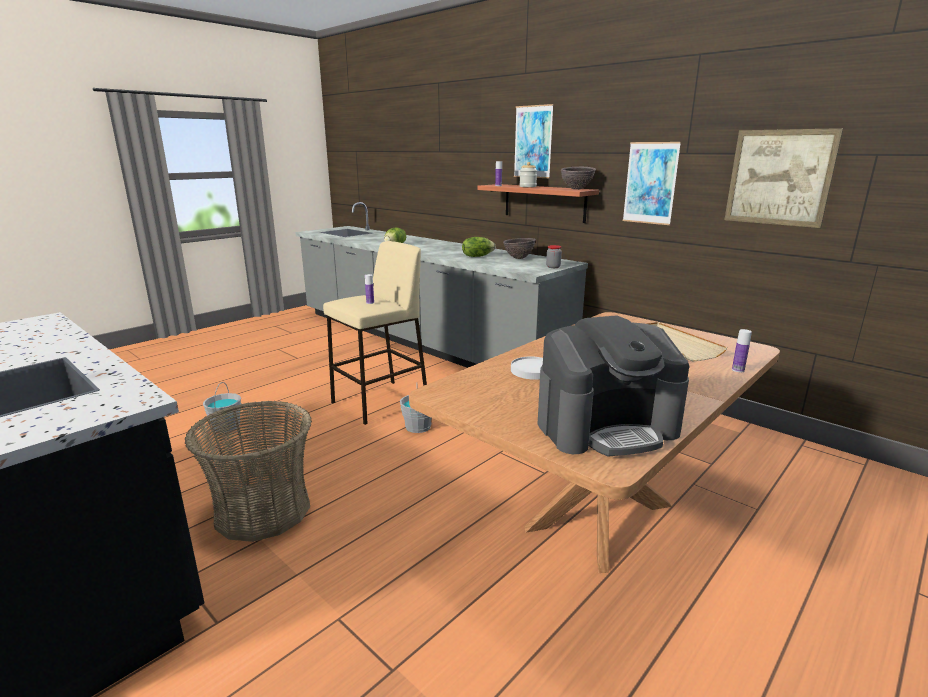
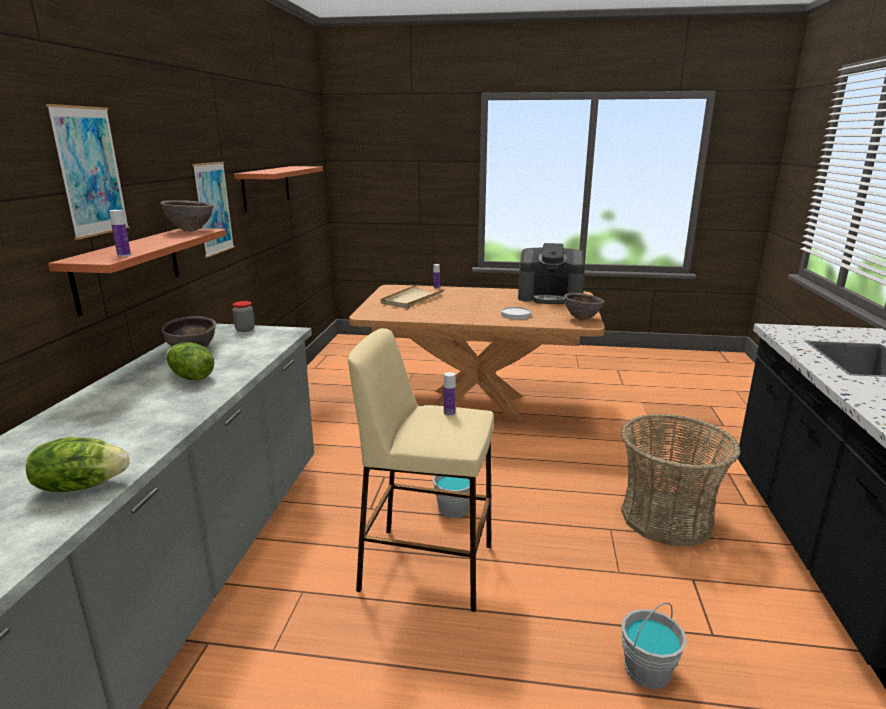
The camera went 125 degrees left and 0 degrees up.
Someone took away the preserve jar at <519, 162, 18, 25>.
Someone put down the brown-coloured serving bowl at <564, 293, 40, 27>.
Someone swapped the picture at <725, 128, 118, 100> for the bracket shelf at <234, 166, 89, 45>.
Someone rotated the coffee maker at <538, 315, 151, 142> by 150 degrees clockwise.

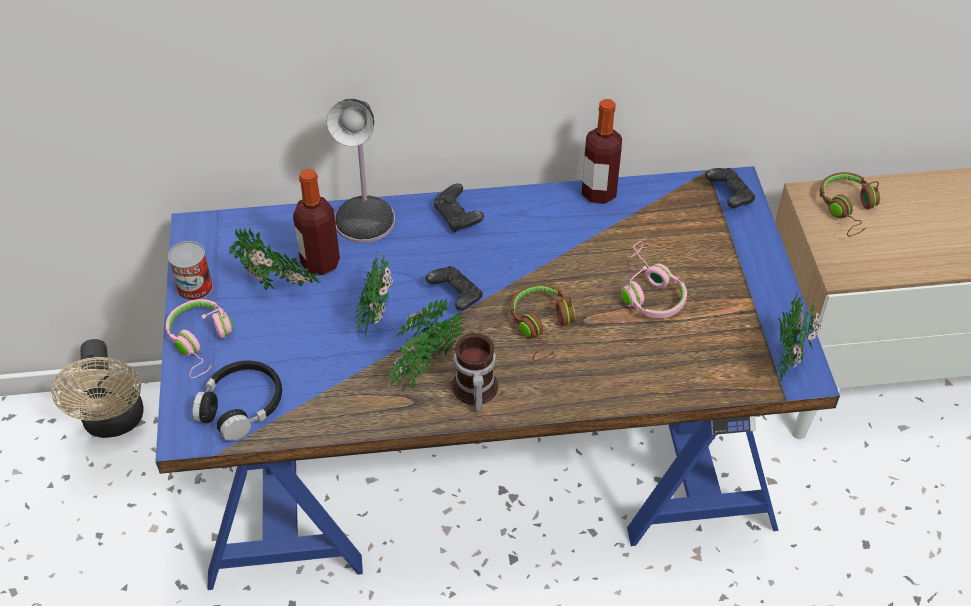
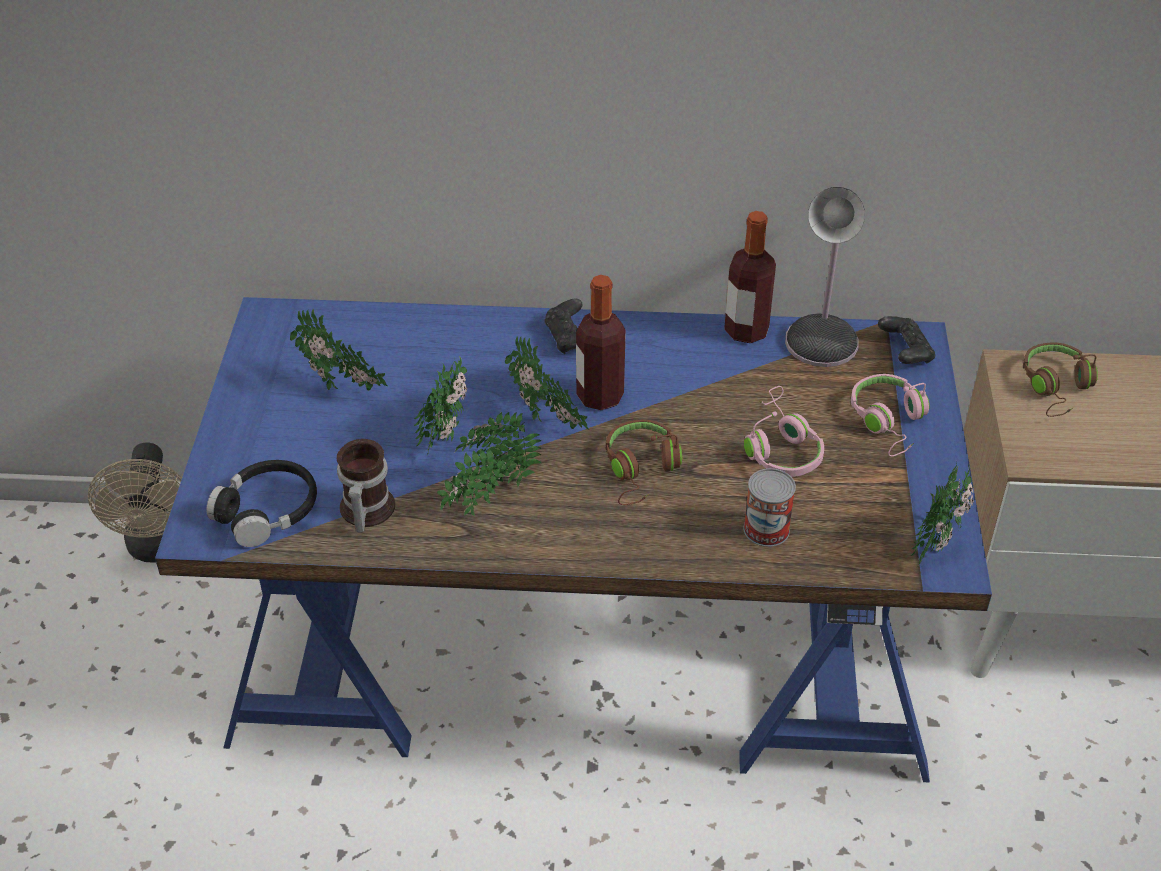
The camera went 10 degrees right and 5 degrees down.
Someone carried the pink-coloured headset from <166, 299, 67, 79> to <851, 374, 79, 83>.
Someone carried the can from <168, 241, 45, 60> to <743, 468, 53, 79>.
Someone carried the drink bottle from <293, 169, 47, 106> to <576, 275, 50, 135>.
Someone carried the table lamp from <327, 99, 68, 144> to <785, 187, 80, 180>.
Someone carried the coffee mug from <452, 333, 46, 78> to <337, 439, 58, 94>.
Someone swapped the black-coloured game controller at <426, 266, 57, 45> for the houseplant at <505, 336, 84, 94>.

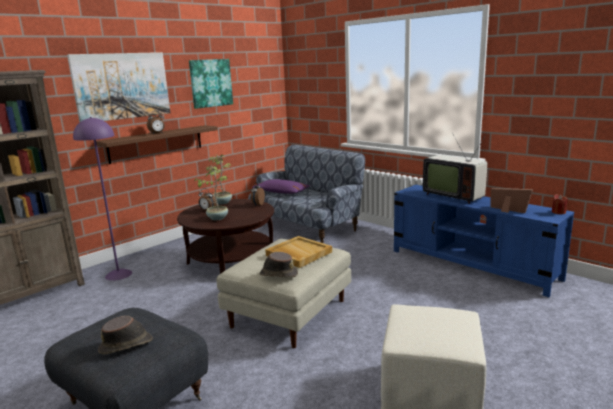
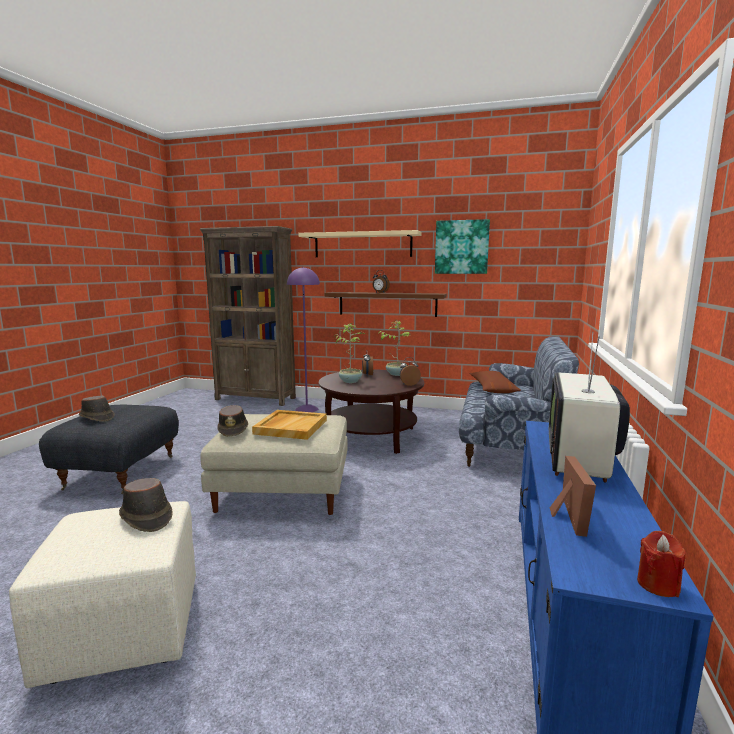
The camera went 60 degrees right and 5 degrees down.
Someone put down the brown-coloured wearable hat at <119, 478, 54, 54>.
Someone swapped the picture at <67, 52, 103, 70> for the beige bracket shelf at <298, 230, 124, 27>.
Someone repainted the purplish pillow at <252, 179, 58, 15>, which became the brown-coloured pillow at <470, 371, 51, 22>.

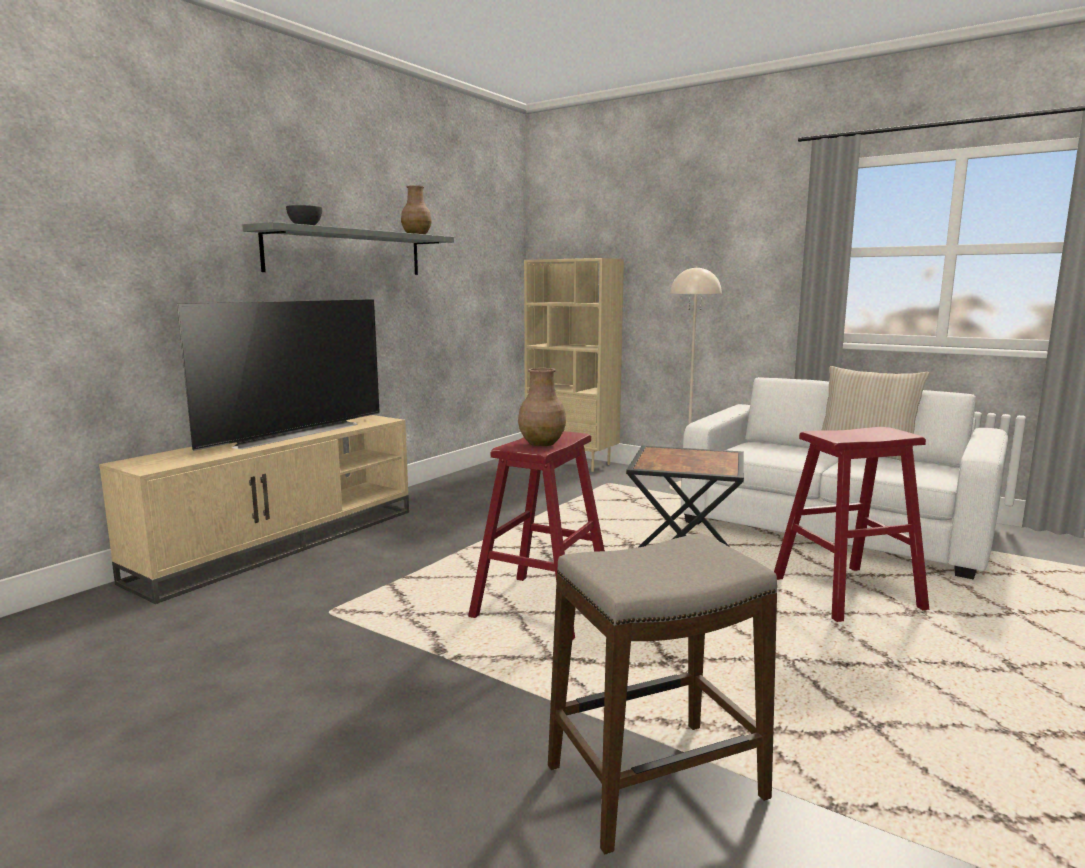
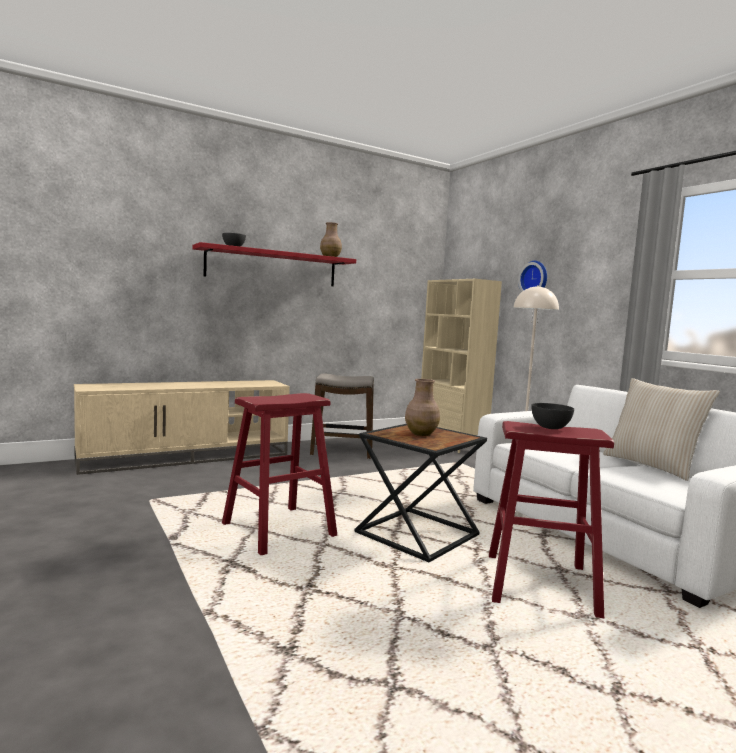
The camera went 25 degrees right and 5 degrees down.
Someone took away the TV set at <177, 299, 203, 152>.
Someone put up the wall clock at <518, 261, 29, 31>.
Someone put down the greyish serving bowl at <532, 403, 42, 26>.
Someone carried the brown-coloured flower vase from <518, 368, 48, 78> to <405, 379, 35, 57>.
Someone carried the stool from <548, 533, 229, 321> to <310, 373, 64, 86>.
Someone repainted the greyish bracket shelf at <242, 222, 212, 53>, which became the red bracket shelf at <192, 242, 164, 44>.

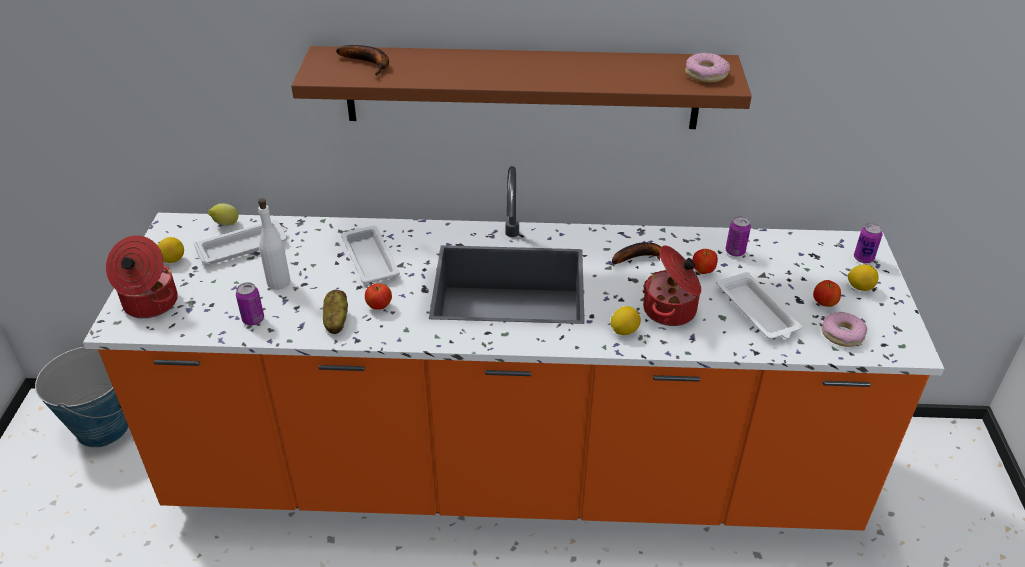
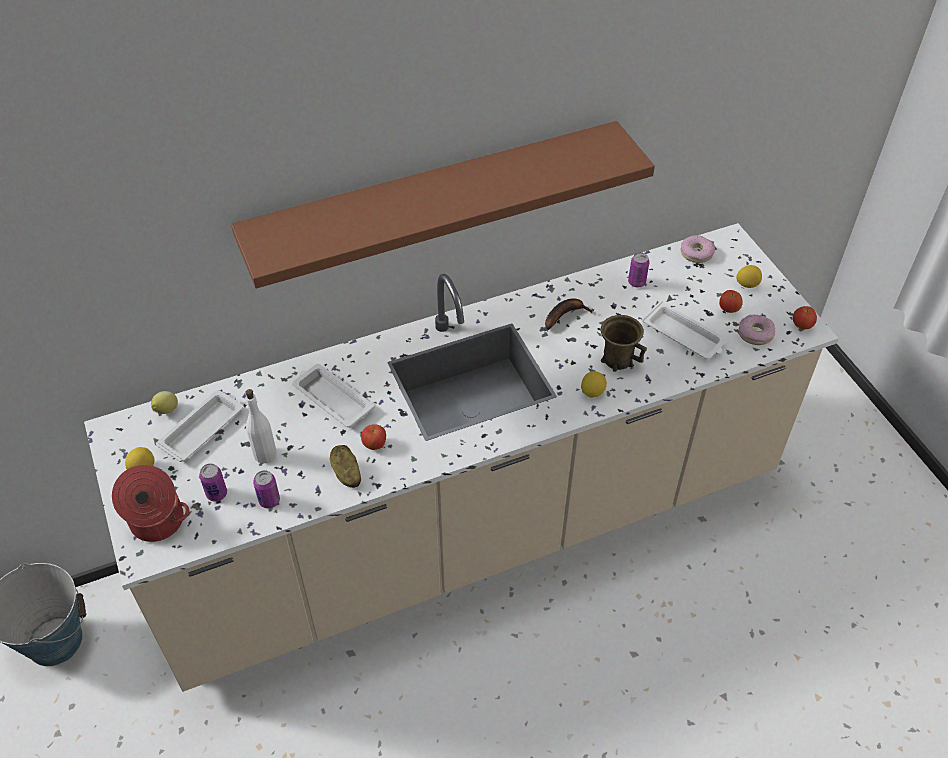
The camera went 25 degrees left and 10 degrees up.
Someone took away the banana at <336, 45, 53, 31>.
Someone carried the ring doughnut from <685, 53, 45, 30> to <681, 235, 34, 28>.
Someone carried the whole apple from <692, 249, 26, 25> to <793, 306, 24, 24>.
Someone carried the can from <854, 223, 29, 40> to <199, 464, 28, 37>.
Someone swapped the stockpot at <642, 245, 59, 81> for the brown-coloured coffee mug at <601, 315, 46, 57>.
Someone repainted the orangey kitchen counter at <83, 166, 861, 365>, which became the beige kitchen counter at <84, 223, 755, 469>.

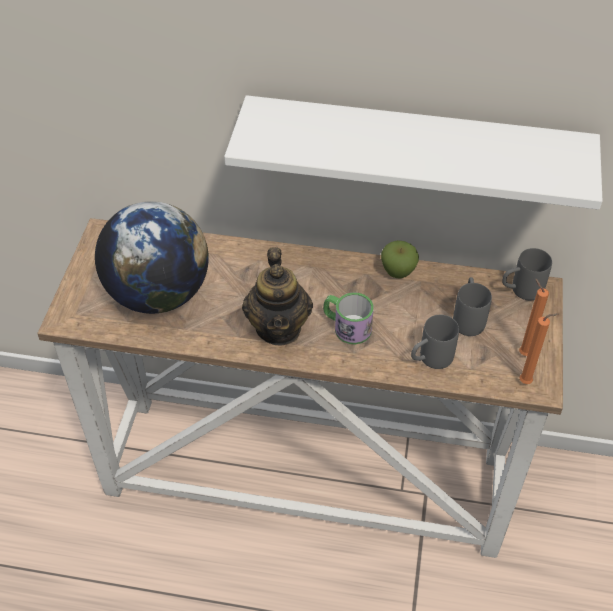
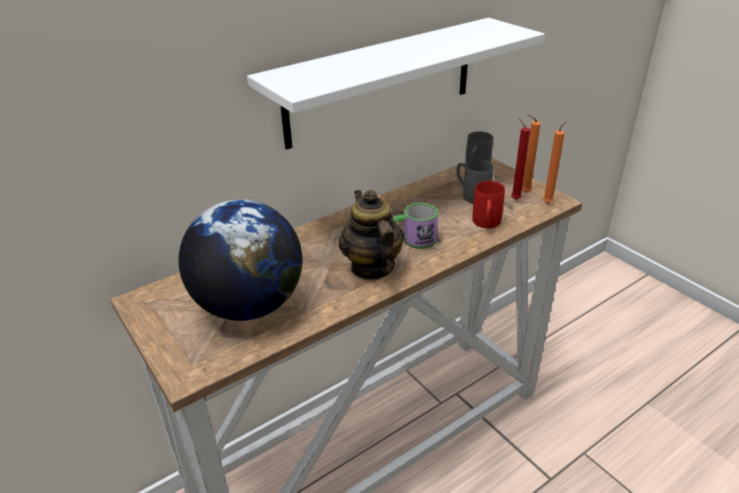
The camera went 45 degrees left and 15 degrees down.
Someone took away the whole apple at <381, 240, 38, 39>.
Someone put down the red candle at <511, 118, 19, 82>.
Someone repainted the greyish coffee mug at <411, 315, 48, 54>, which became the red coffee mug at <472, 181, 33, 47>.
Someone rotated the teapot at <242, 247, 71, 99> by 150 degrees counterclockwise.

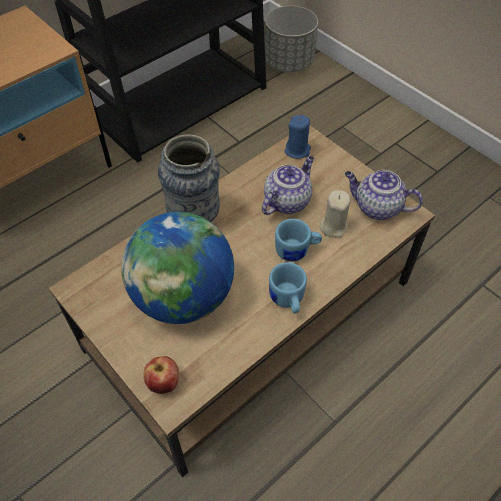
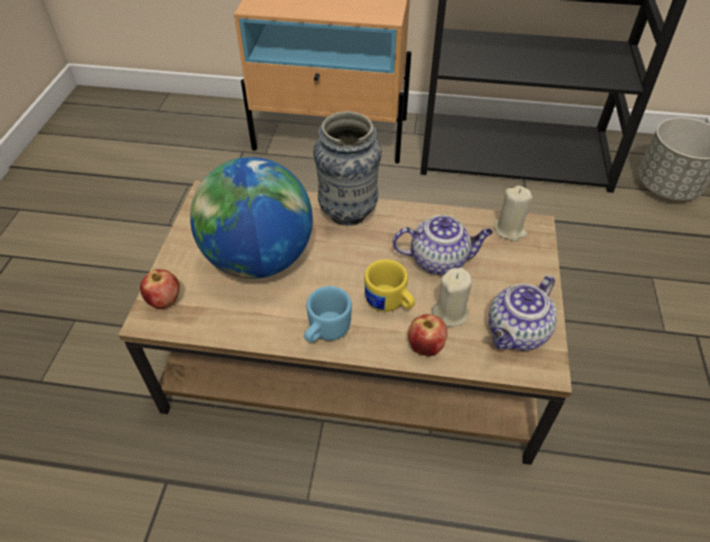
The camera went 50 degrees right and 5 degrees down.
Someone put down the whole apple at <408, 314, 40, 42>.
Someone repainted the blue coffee mug at <275, 219, 47, 43>, which became the yellow coffee mug at <364, 259, 51, 53>.
Someone repainted the blue candle at <284, 115, 27, 44>, which became the beige candle at <494, 186, 38, 55>.
Someone rotated the teapot at <345, 170, 78, 50> by 120 degrees counterclockwise.

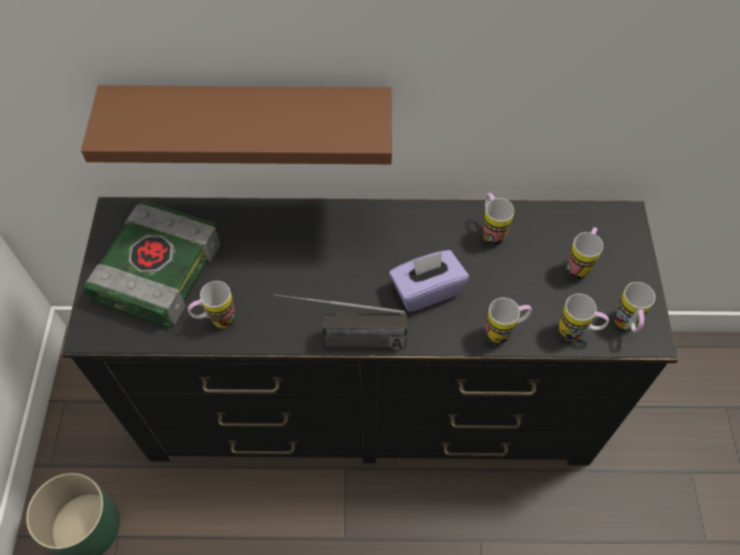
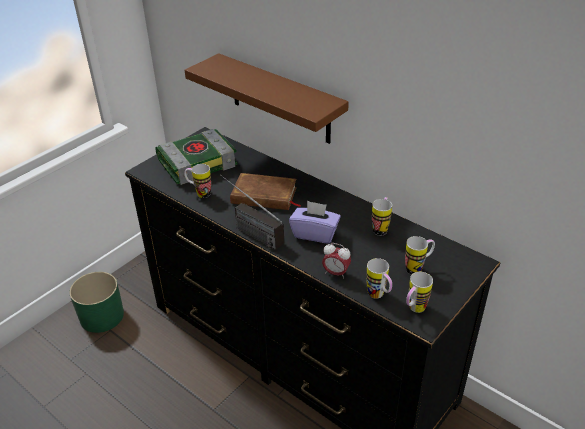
The camera went 40 degrees right and 20 degrees down.
Someone put down the brown-coloured book at <230, 173, 71, 37>.
Someone swapped the coffee mug at <486, 298, 46, 47> for the bedside clock at <322, 243, 29, 36>.

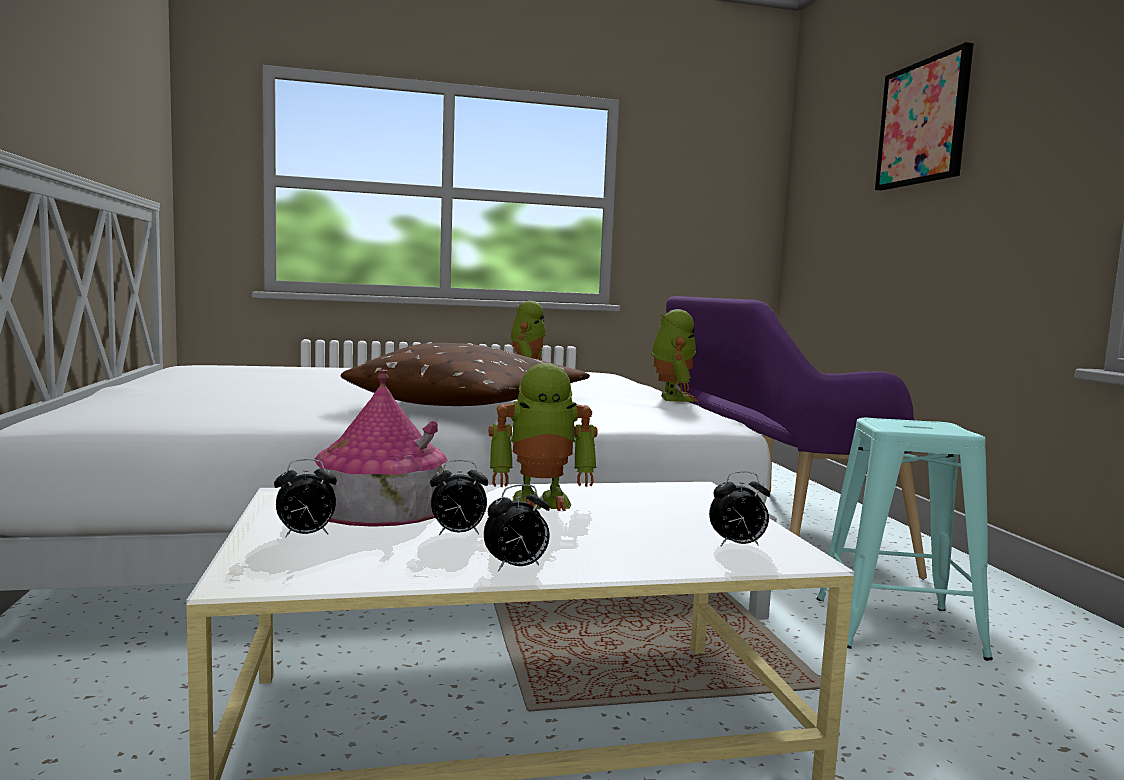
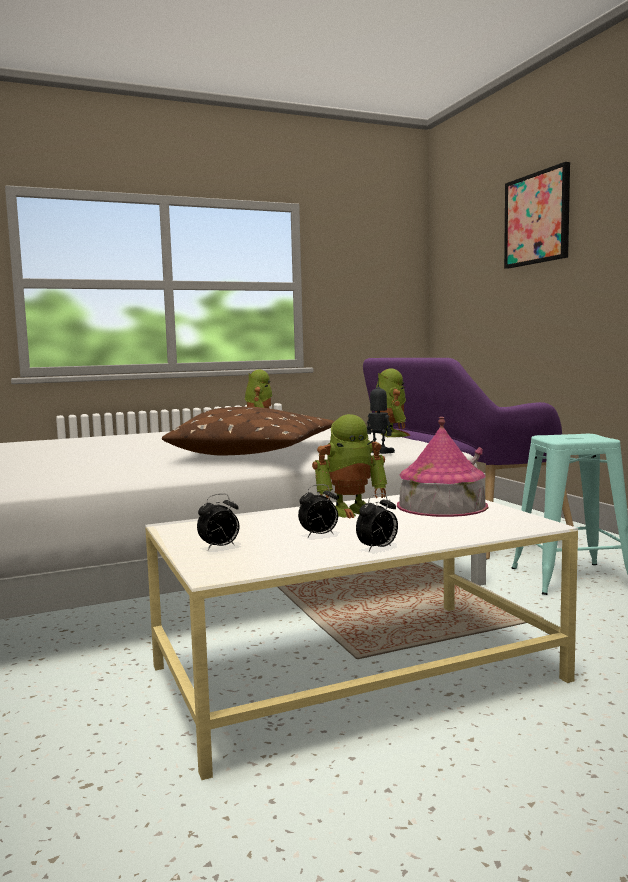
The camera went 10 degrees left and 0 degrees up.
Someone took away the bedside clock at <709, 471, 61, 75>.
Someone put down the model robot at <367, 378, 28, 76>.
Someone carried the miniature house from <315, 370, 133, 157> to <397, 417, 91, 100>.

